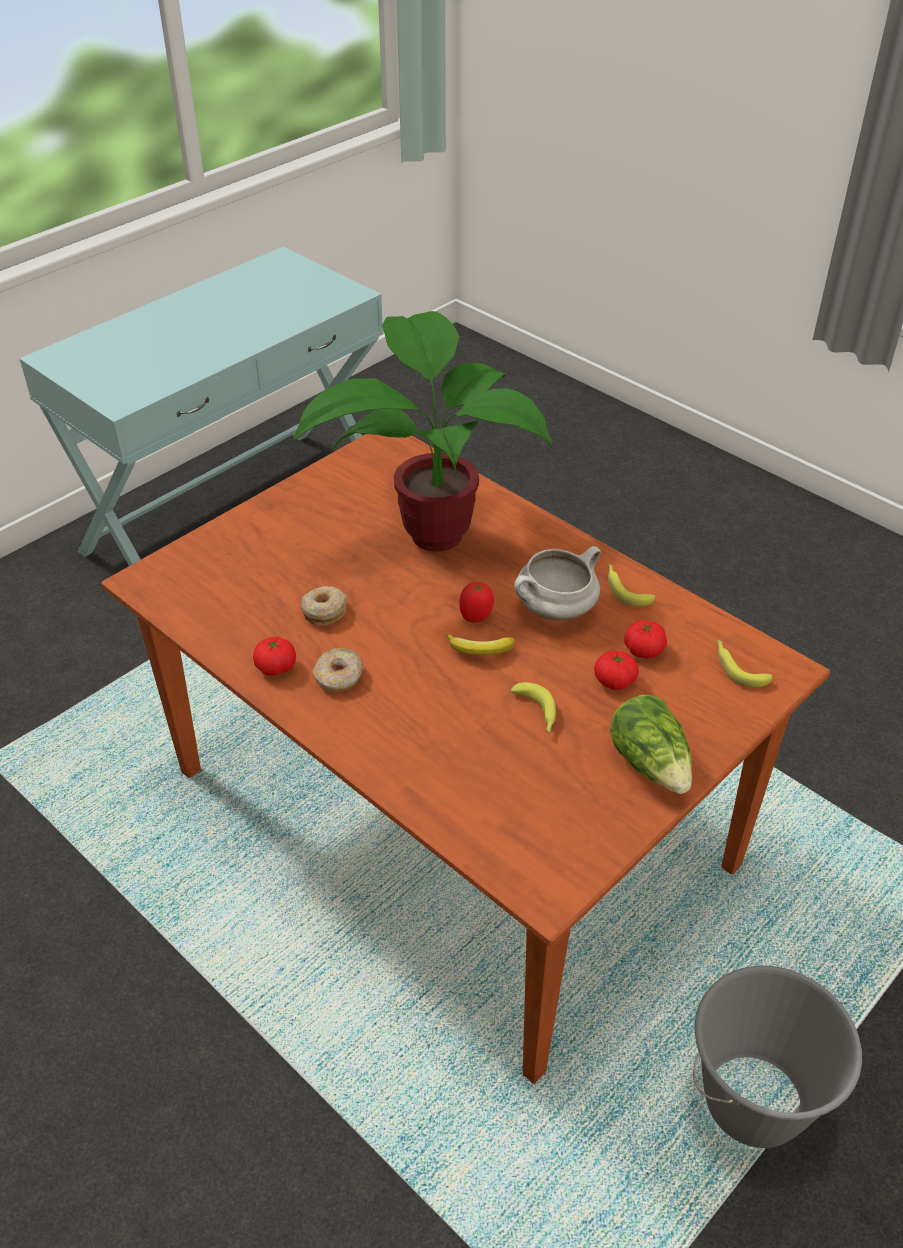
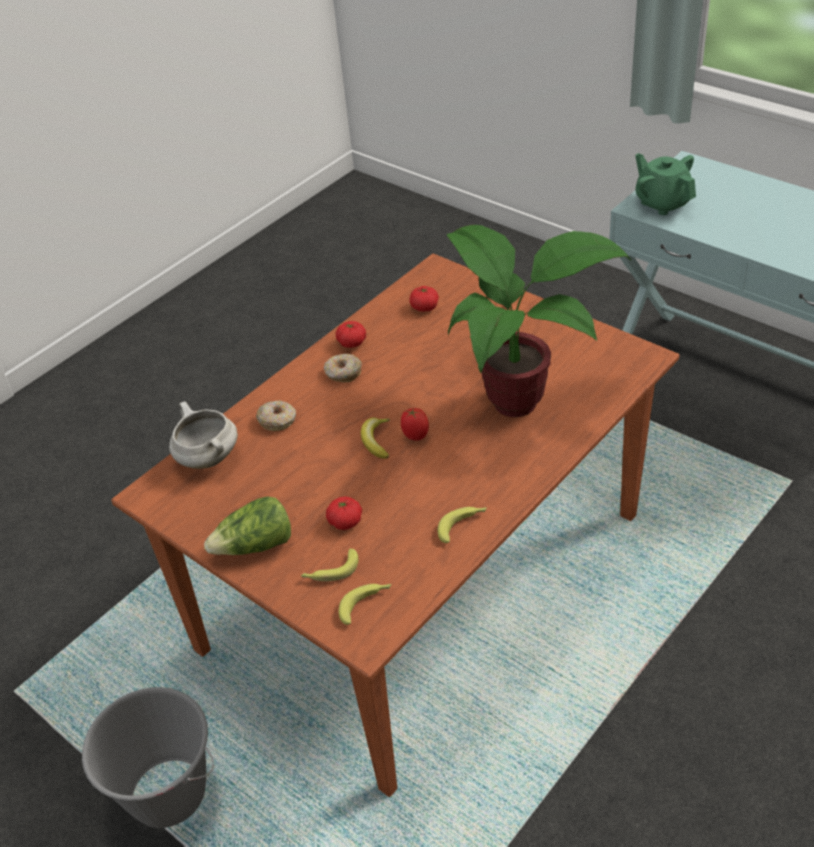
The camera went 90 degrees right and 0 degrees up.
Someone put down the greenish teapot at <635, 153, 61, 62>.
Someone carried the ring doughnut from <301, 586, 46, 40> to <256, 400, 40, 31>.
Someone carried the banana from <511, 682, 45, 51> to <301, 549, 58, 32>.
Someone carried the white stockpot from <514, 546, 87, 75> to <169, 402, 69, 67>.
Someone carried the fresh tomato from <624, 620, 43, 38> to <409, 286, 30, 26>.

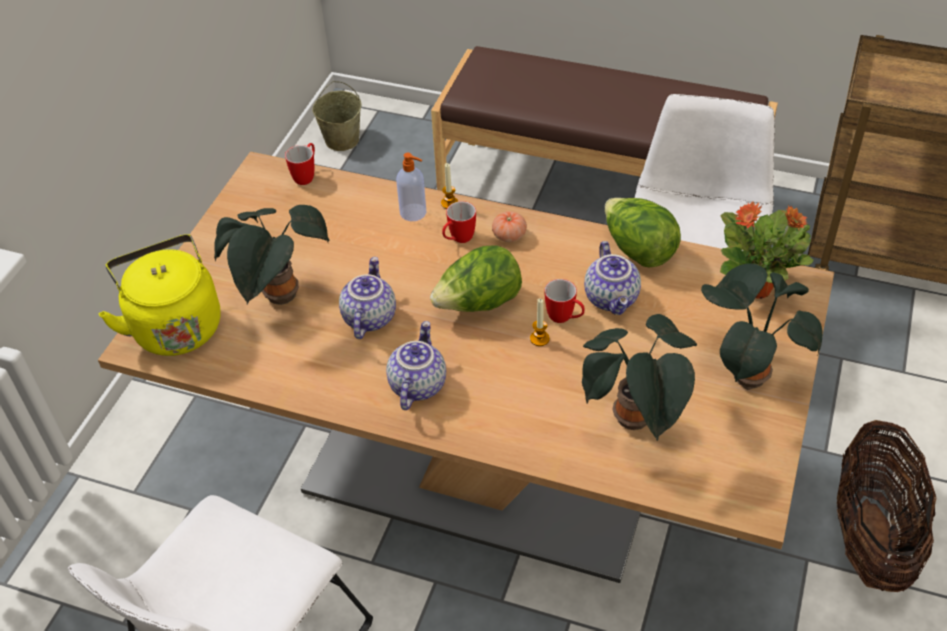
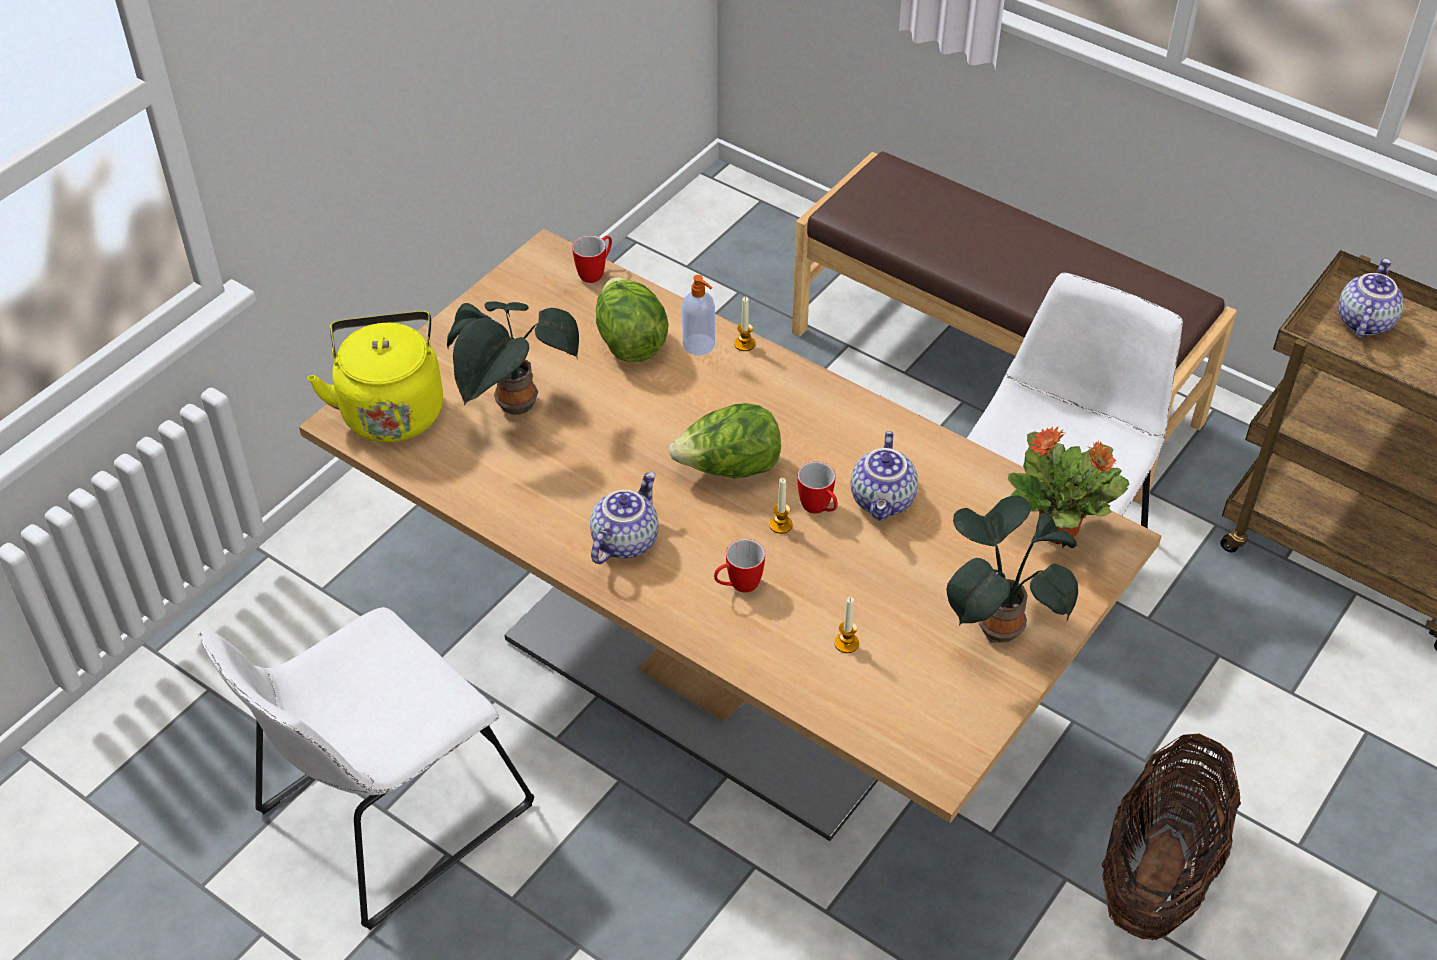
The camera went 15 degrees right and 0 degrees up.
Someone took away the beige pail at <312, 81, 49, 70>.
Someone took away the fresh tomato at <492, 211, 35, 31>.
Someone carried the teapot from <339, 257, 57, 82> to <1338, 258, 66, 80>.
Someone carried the coffee mug from <442, 201, 34, 42> to <714, 539, 51, 54>.
Someone carried the lettuce head from <605, 198, 76, 69> to <596, 277, 73, 85>.
Someone swapped the houseplant at <582, 314, 115, 127> for the candle at <834, 597, 25, 56>.

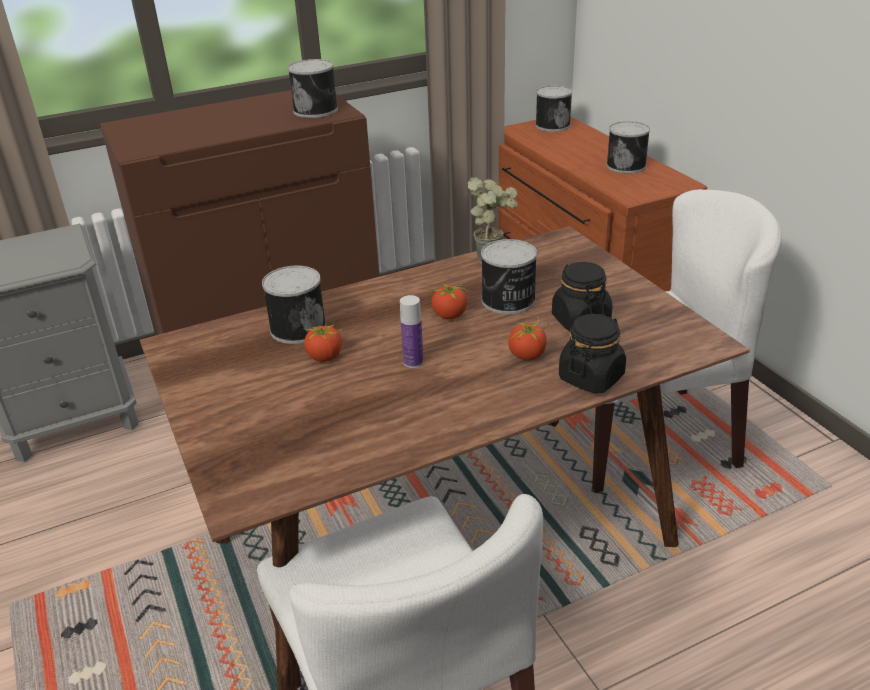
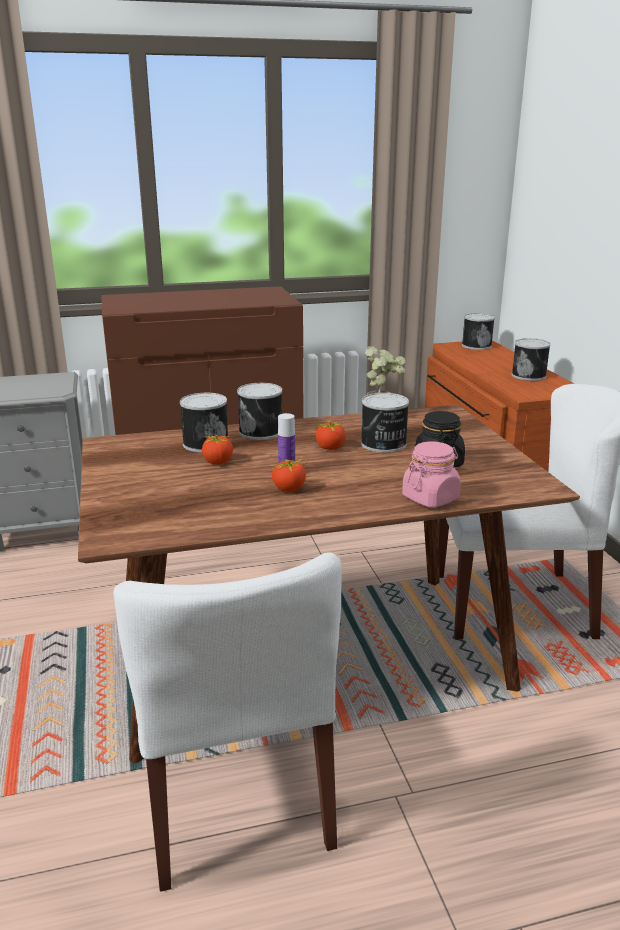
The camera went 10 degrees right and 10 degrees down.
Someone carried the can from <288, 59, 50, 59> to <237, 383, 45, 57>.
Someone carried the fresh tomato from <508, 317, 41, 44> to <271, 456, 37, 36>.
Someone repainted the black-coloured preserve jar at <559, 314, 67, 80>, which became the pink-coloured preserve jar at <402, 441, 59, 67>.

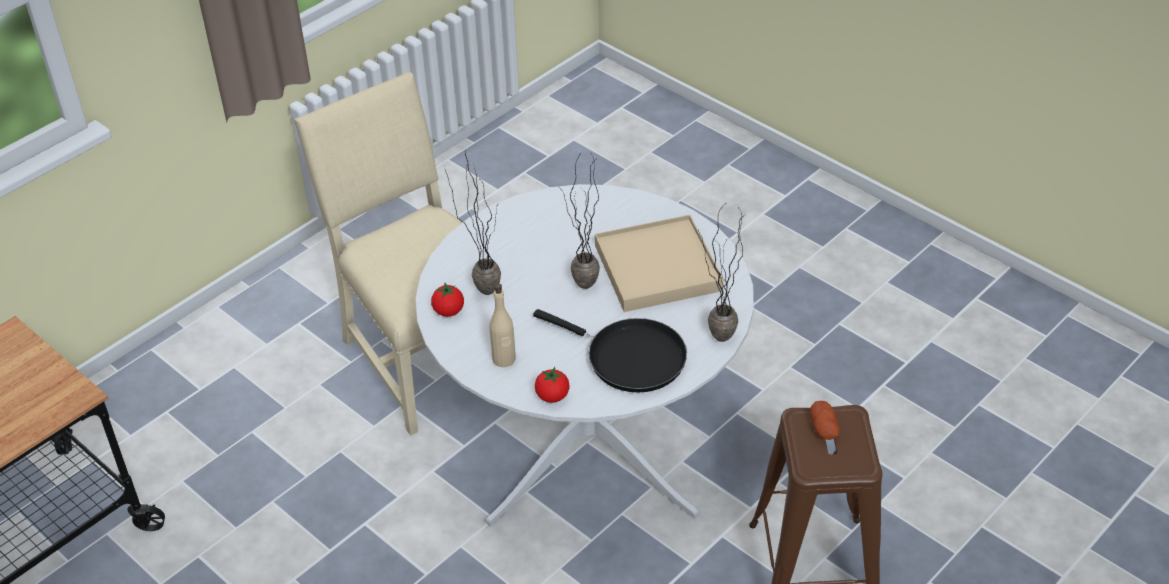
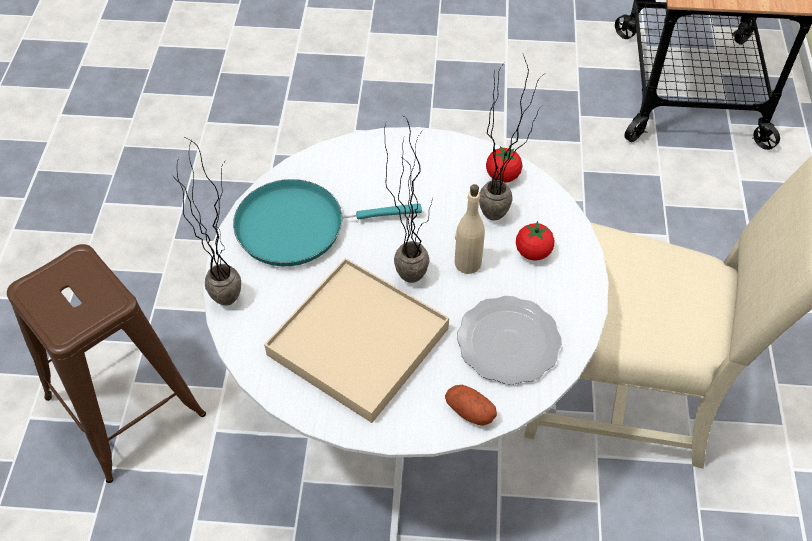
The camera went 140 degrees right and 10 degrees up.
Someone put down the dinner plate at <457, 296, 105, 89>.
Someone carried the beige drink bottle from <489, 283, 27, 84> to <455, 184, 30, 90>.
Someone carried the fresh tomato from <535, 367, 35, 36> to <516, 221, 39, 40>.
Someone carried the potato from <810, 401, 30, 39> to <445, 385, 52, 41>.
Someone repainted the black-coloured frying pan at <533, 309, 154, 83>, which became the turquoise-coloured frying pan at <233, 179, 189, 87>.

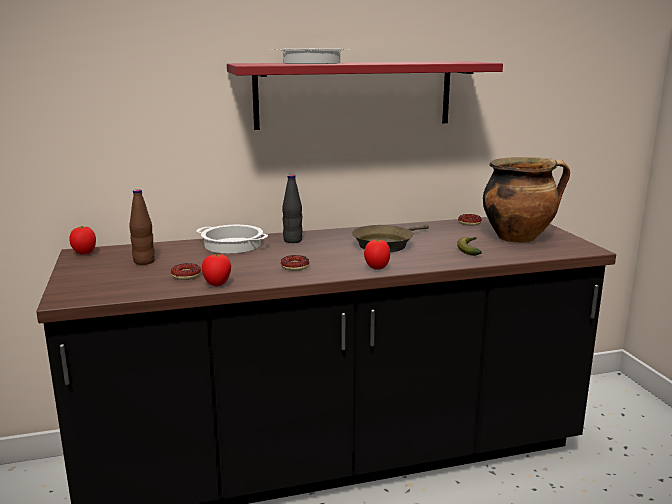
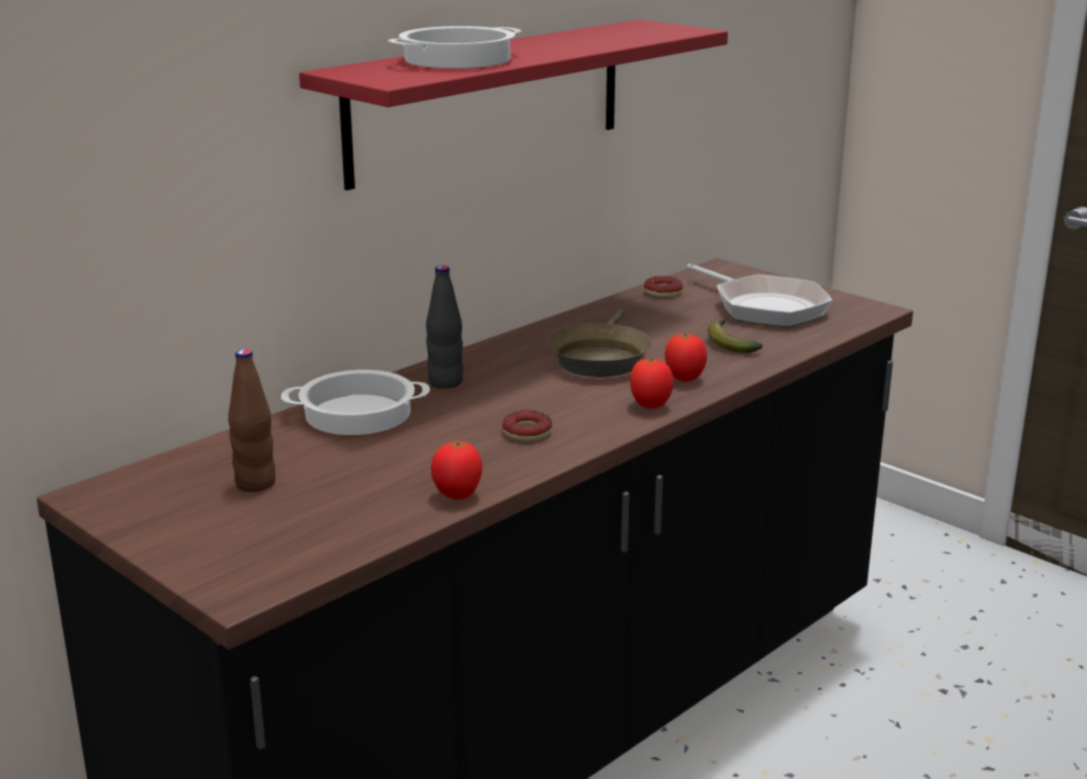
The camera went 30 degrees left and 5 degrees up.
Someone took away the ring doughnut at <171, 263, 30, 17>.
Someone carried the fresh tomato from <69, 226, 27, 28> to <665, 333, 42, 49>.
Someone swapped the stockpot at <483, 157, 87, 86> for the frying pan at <687, 264, 145, 63>.

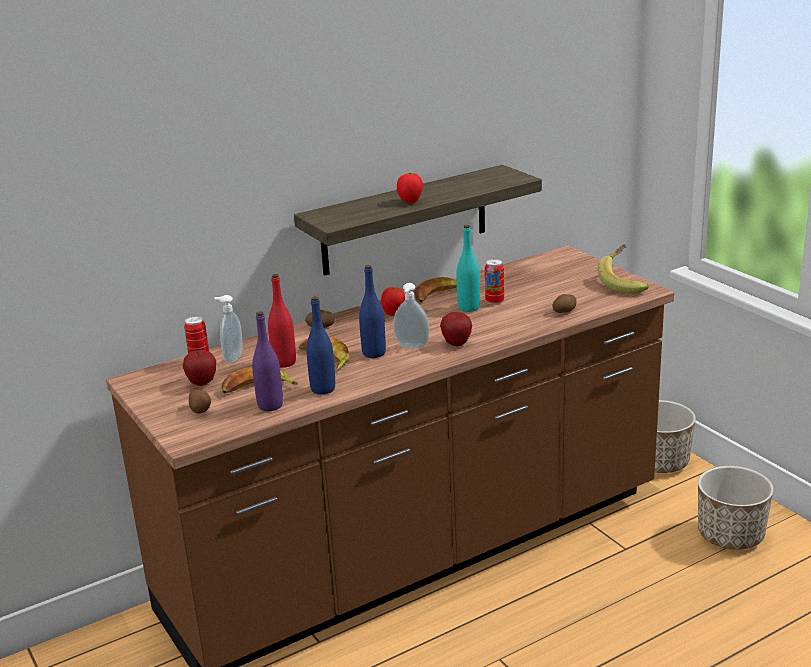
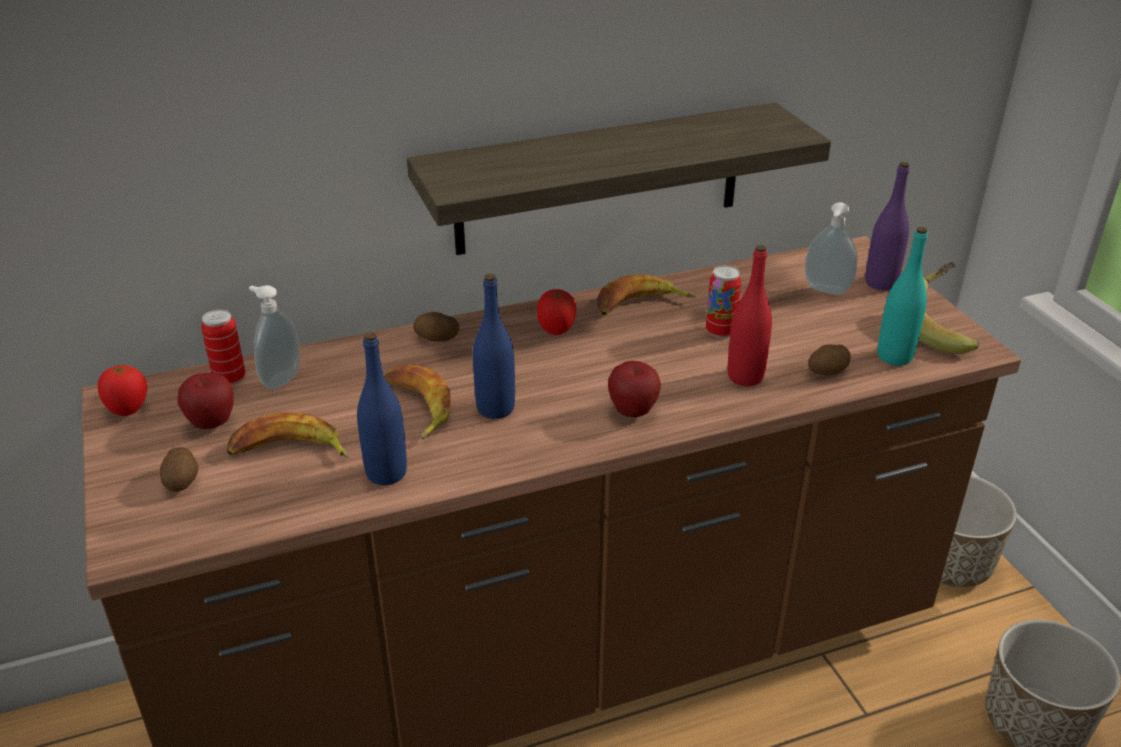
The camera went 10 degrees right and 10 degrees up.
Someone carried the purplish drink bottle from <252, 311, 31, 100> to <865, 162, 45, 129>.
Someone carried the red drink bottle from <268, 274, 28, 94> to <728, 245, 44, 141>.
Someone carried the liquid soap bottle from <393, 283, 36, 65> to <804, 202, 54, 93>.
Someone carried the fresh tomato from <397, 173, 26, 30> to <98, 364, 49, 52>.
Someone carried the turquoise-coloured drink bottle from <456, 225, 24, 87> to <877, 227, 51, 139>.

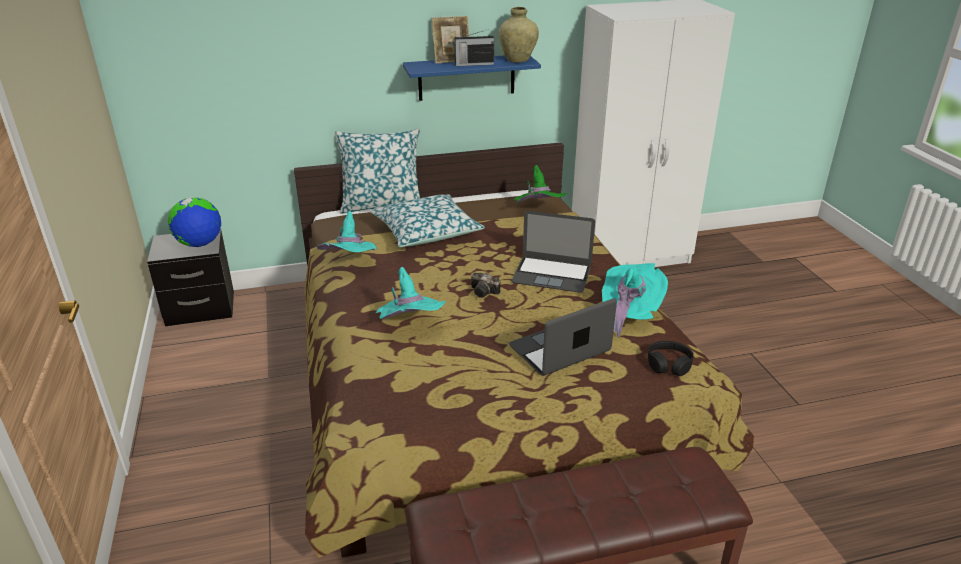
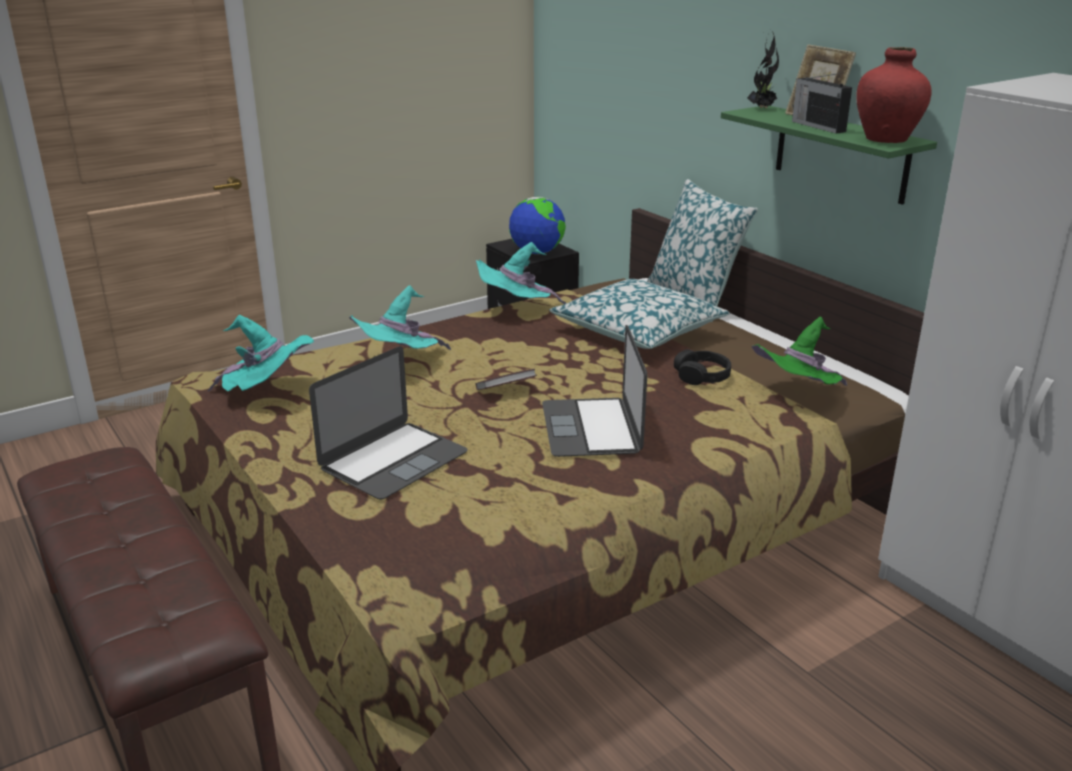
The camera went 70 degrees right and 5 degrees down.
Someone put down the houseplant at <747, 30, 32, 78>.
Someone carried the turquoise-coloured wearable hat from <602, 263, 66, 75> to <208, 315, 106, 77>.
Someone carried the black-coloured headset from <648, 341, 46, 35> to <674, 349, 57, 36>.
Someone swapped the still camera at <471, 273, 29, 25> for the book at <476, 369, 61, 21>.
Someone repainted the blue bracket shelf at <403, 56, 138, 45>, which became the greenish bracket shelf at <721, 106, 216, 99>.
Someone repainted the beige flower vase at <499, 7, 40, 55>, which became the red flower vase at <856, 47, 76, 96>.
Someone rotated the portable computer at <509, 298, 108, 78> by 90 degrees clockwise.

